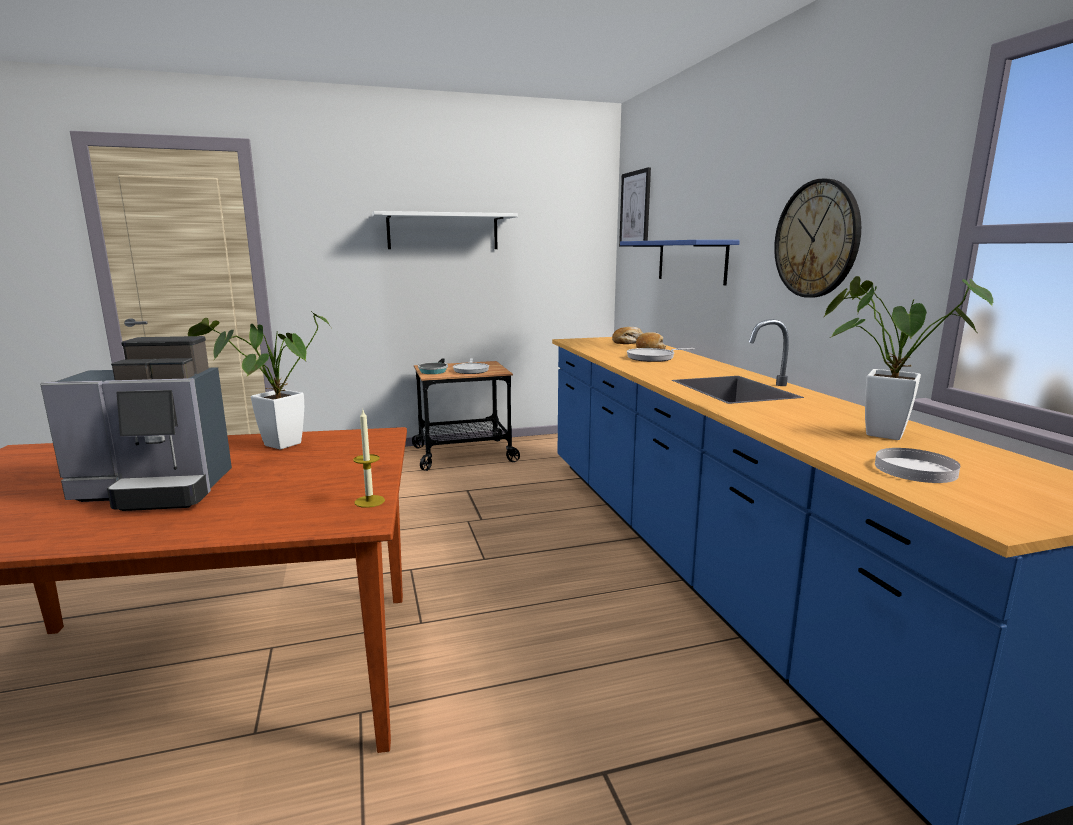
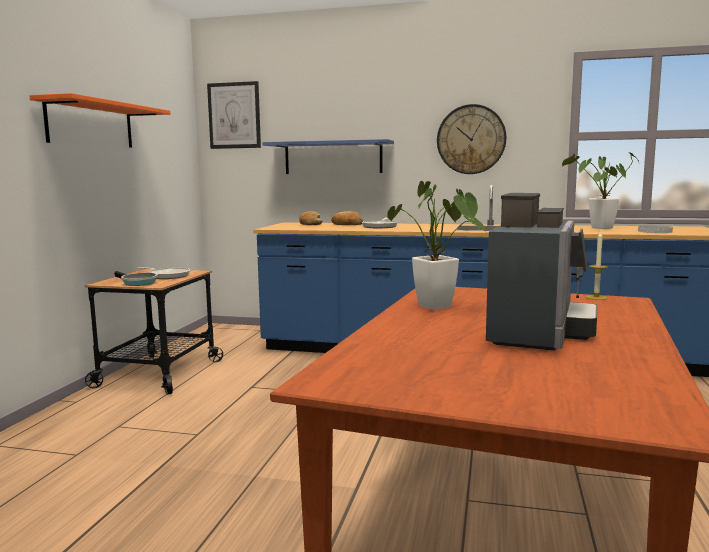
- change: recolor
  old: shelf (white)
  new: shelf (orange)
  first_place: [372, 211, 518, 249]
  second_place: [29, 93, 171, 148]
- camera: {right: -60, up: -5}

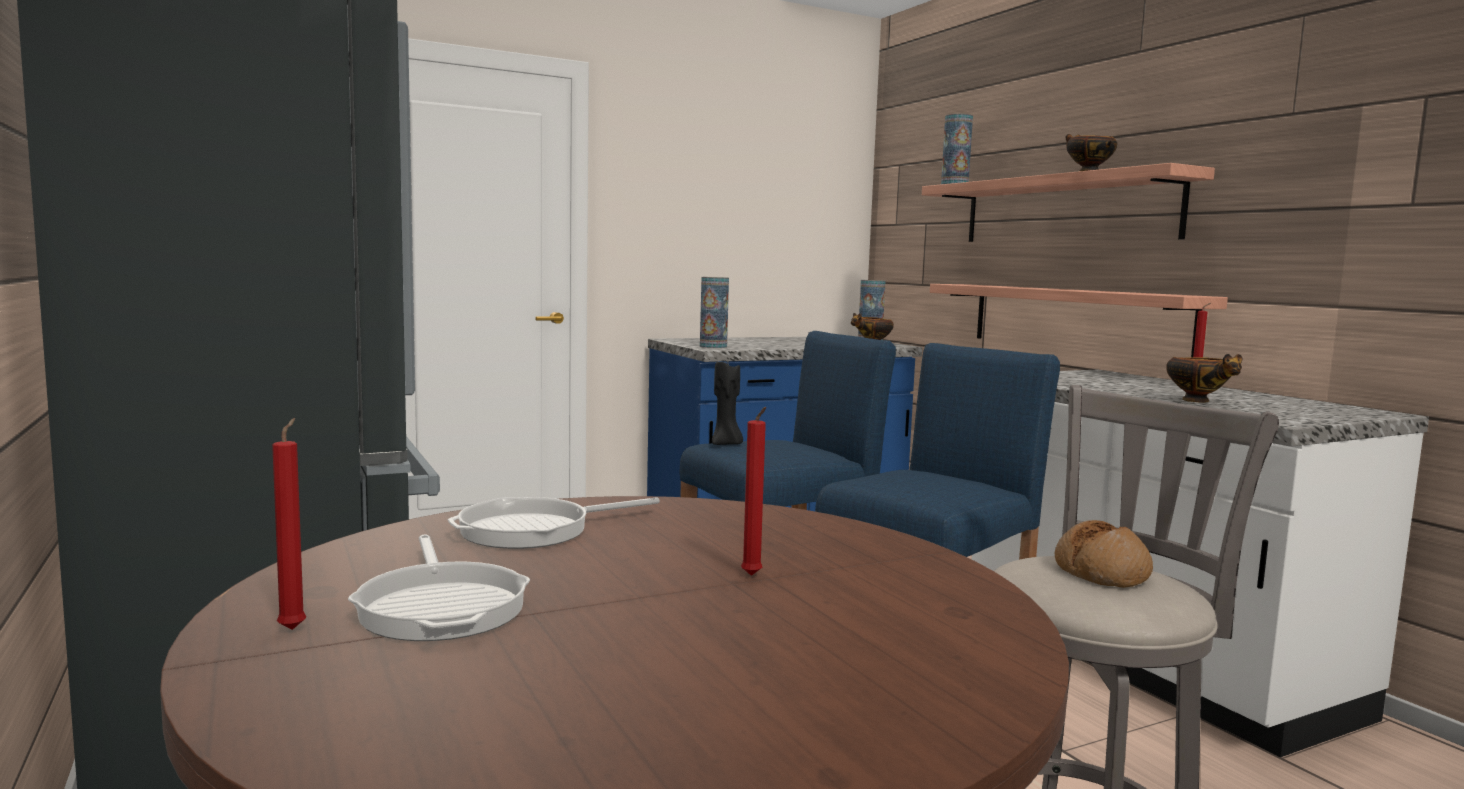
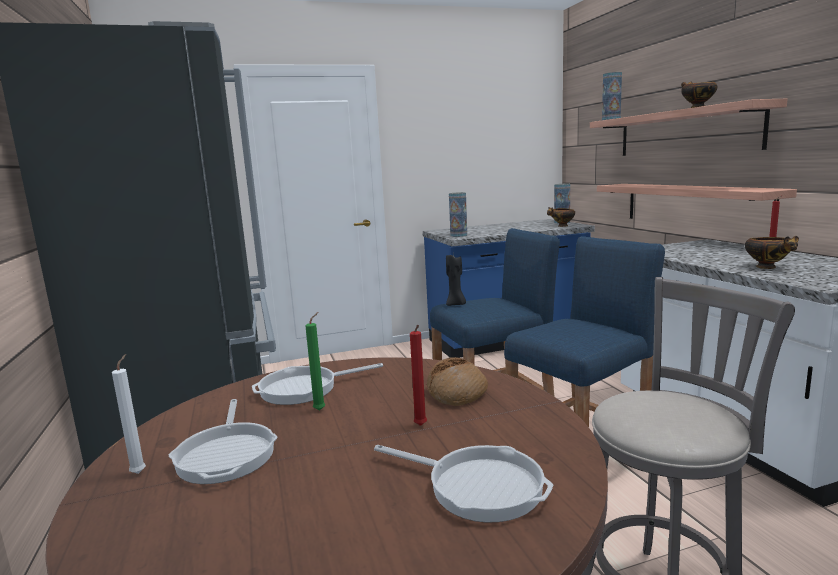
- change: recolor
  old: candle (red)
  new: candle (white)
  first_place: [272, 418, 306, 630]
  second_place: [112, 354, 146, 474]
- change: insert
  new: candle (green)
  second_place: [305, 312, 325, 411]
- change: insert
  new: frying pan
  second_place: [374, 445, 554, 523]
- change: move
  old: bread
  first_place: [1055, 520, 1153, 588]
  second_place: [427, 357, 488, 406]
- camera: {right: 10, up: 5}

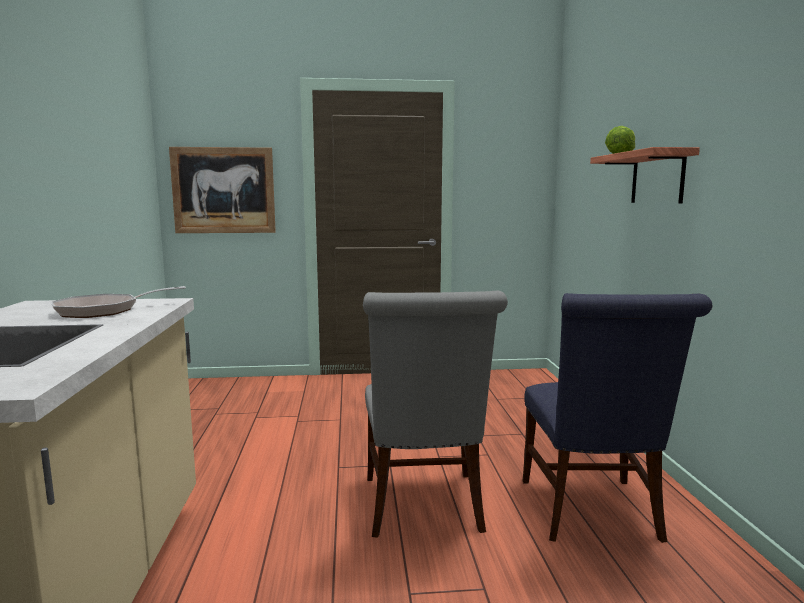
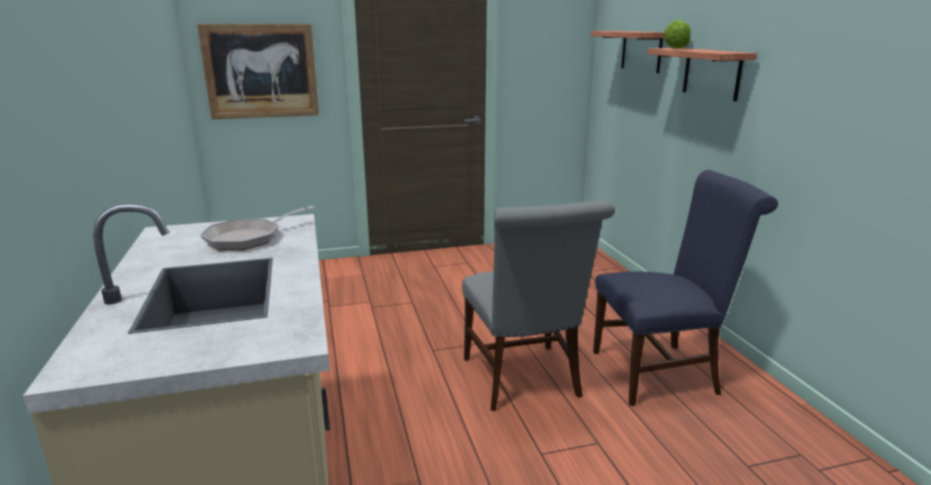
- change: insert
  new: shelf
  second_place: [591, 31, 664, 73]
- change: rotate
  old: chair (blue)
  first_place: [523, 293, 712, 543]
  second_place: [593, 170, 778, 406]
  degrees: -90
- camera: {right: -10, up: 10}

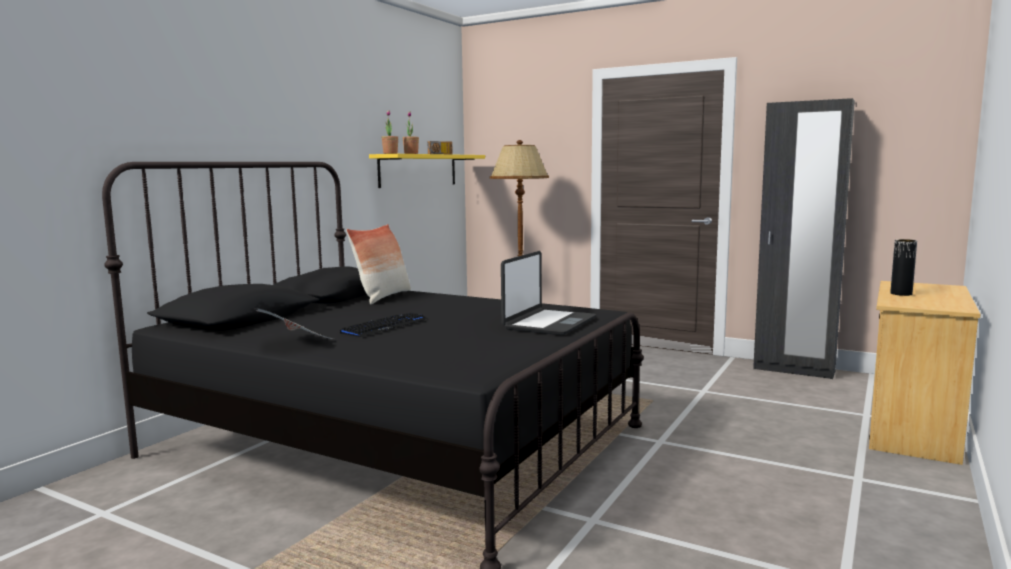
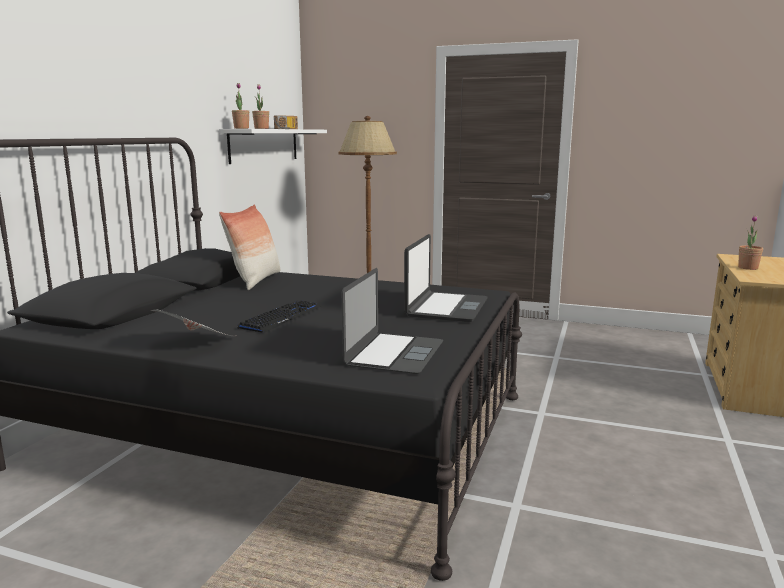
- change: recolor
  old: shelf (yellow)
  new: shelf (white)
  first_place: [369, 154, 485, 188]
  second_place: [219, 129, 327, 164]
- change: insert
  new: laptop
  second_place: [342, 268, 443, 374]
- change: replace
  old: vase (black)
  new: potted plant
  first_place: [890, 239, 917, 296]
  second_place: [738, 215, 763, 270]
- change: delete
  old: wardrobe (black)
  first_place: [753, 98, 855, 379]
- camera: {right: -10, up: 5}

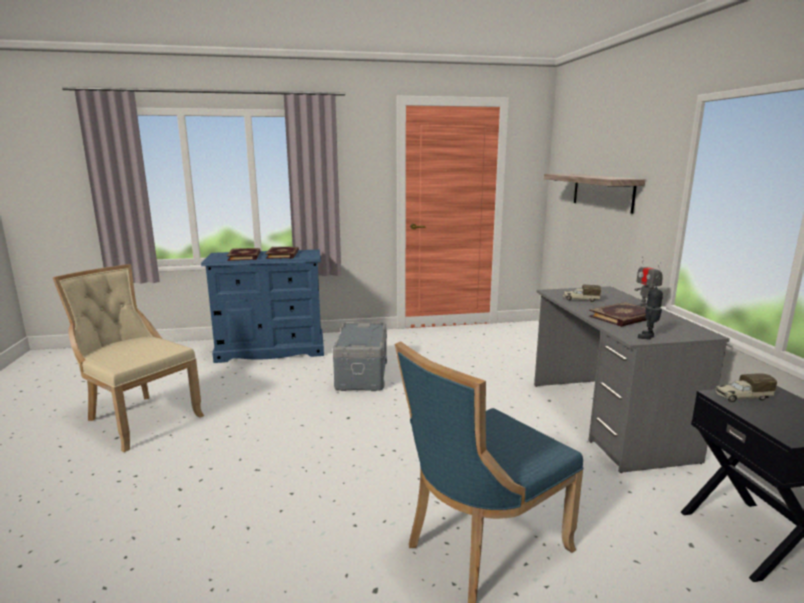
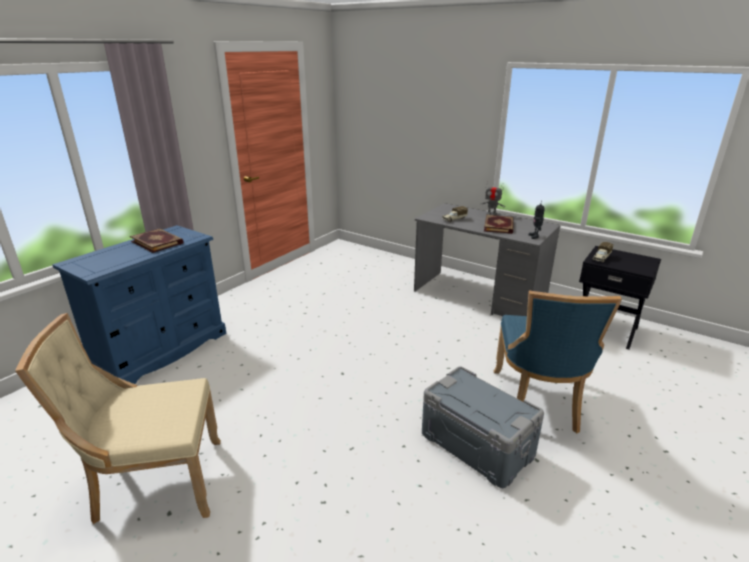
- change: move
  old: storage box (grey)
  first_place: [333, 322, 387, 391]
  second_place: [422, 366, 544, 488]
- change: delete
  old: book
  first_place: [227, 248, 261, 261]
- change: delete
  old: shelf
  first_place: [544, 174, 645, 214]
- camera: {right: -45, up: 10}

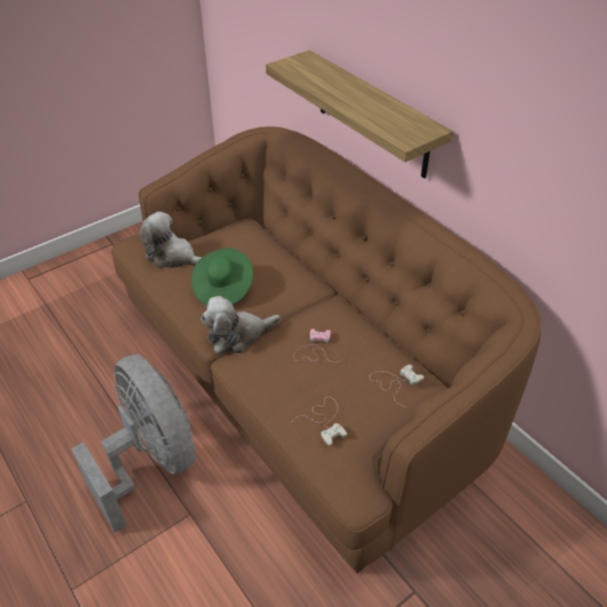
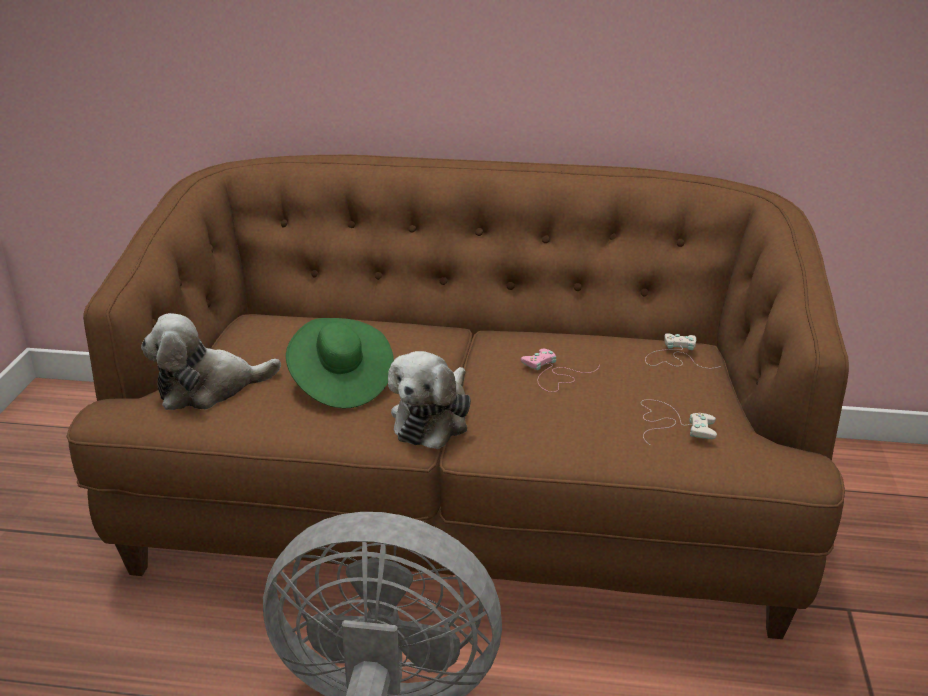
- change: delete
  old: shelf
  first_place: [266, 50, 453, 179]
- camera: {right: -45, up: -15}

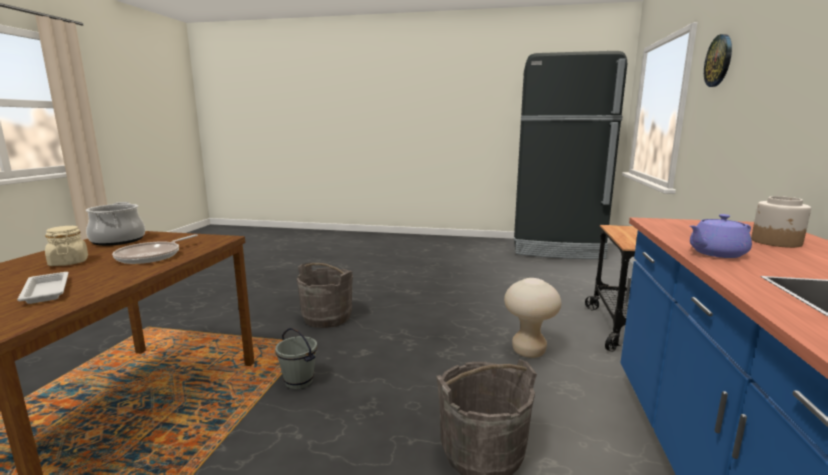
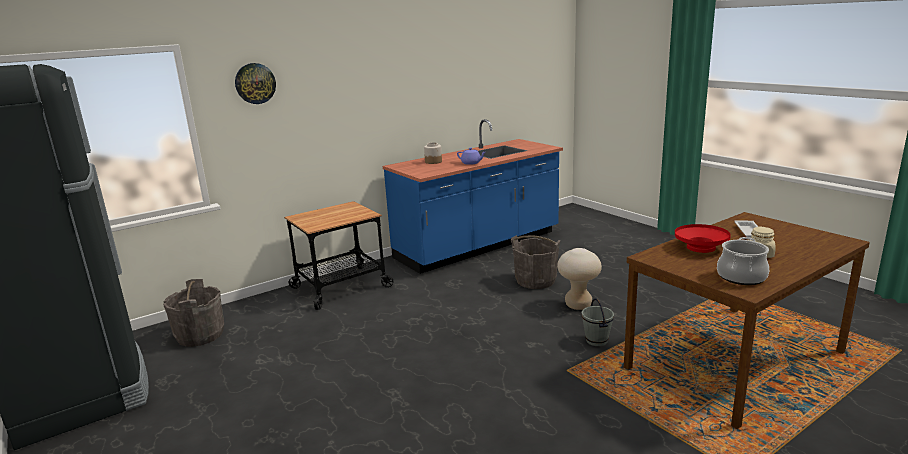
- change: move
  old: bucket (grey)
  first_place: [296, 262, 353, 328]
  second_place: [163, 279, 224, 347]
- change: move
  old: stool (beige)
  first_place: [504, 278, 561, 358]
  second_place: [557, 248, 602, 310]
- change: replace
  old: frying pan
  new: bowl (red)
  first_place: [112, 234, 198, 264]
  second_place: [675, 224, 731, 253]
- camera: {right: -135, up: 5}

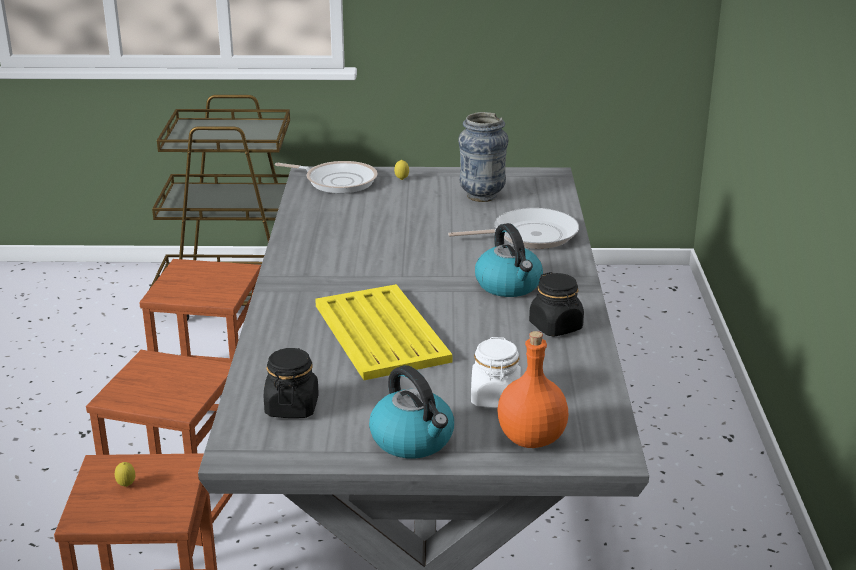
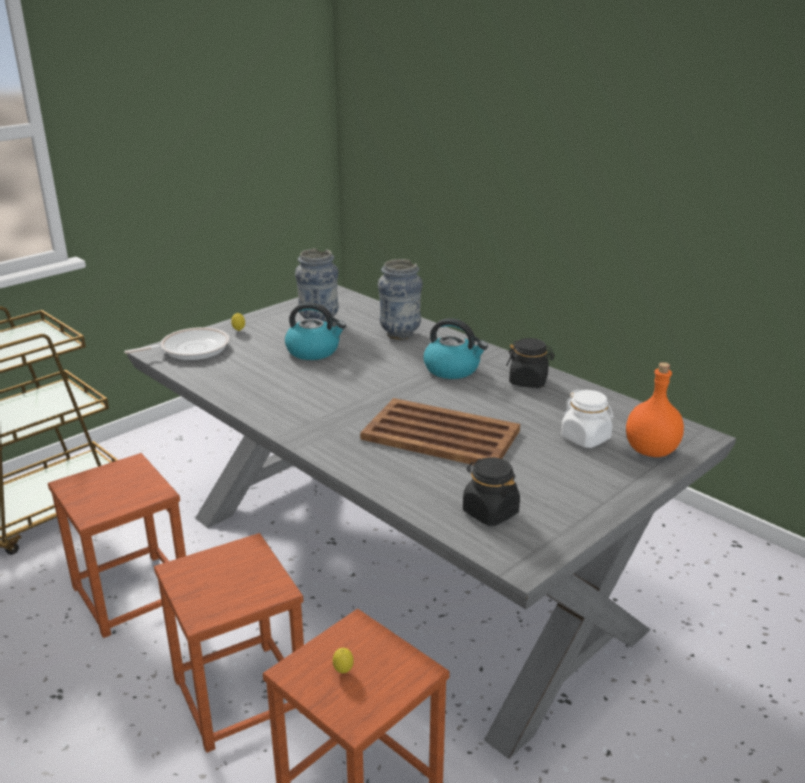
- change: move
  old: kettle
  first_place: [369, 365, 454, 459]
  second_place: [285, 302, 346, 360]
- change: recolor
  old: tray (yellow)
  new: tray (brown)
  first_place: [315, 284, 453, 380]
  second_place: [360, 398, 520, 465]
- change: replace
  old: frying pan
  new: vase
  first_place: [448, 208, 579, 249]
  second_place: [378, 259, 423, 340]
- camera: {right: -45, up: 0}

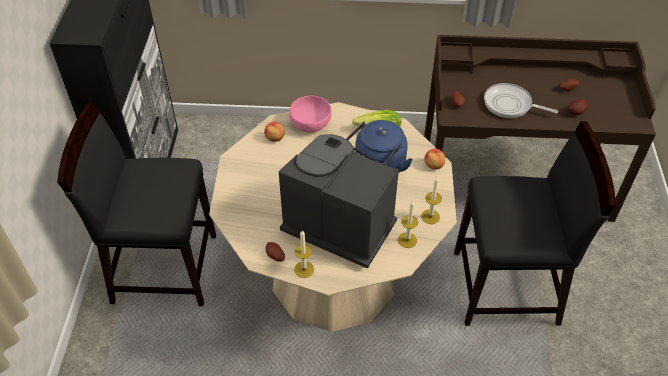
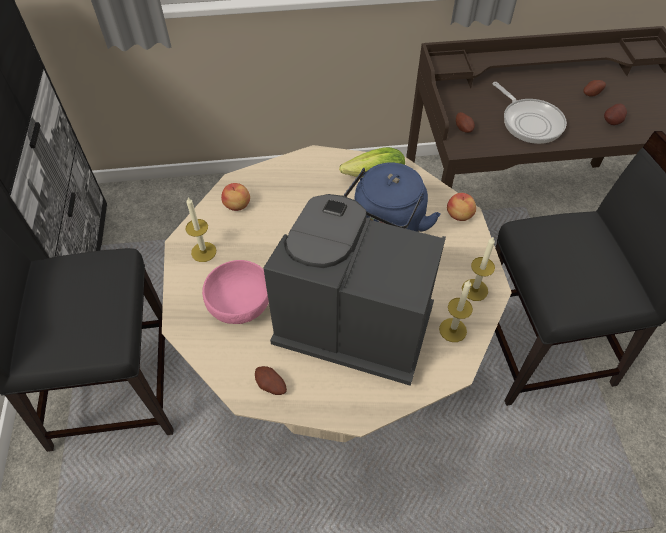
- change: move
  old: candle
  first_place: [294, 230, 314, 278]
  second_place: [185, 197, 216, 262]
- change: move
  old: bowl (pink)
  first_place: [289, 96, 332, 133]
  second_place: [202, 260, 269, 324]
- change: rotate
  old: frying pan
  first_place: [484, 83, 558, 118]
  second_place: [493, 82, 567, 144]
  degrees: -135
- camera: {right: -10, up: 5}

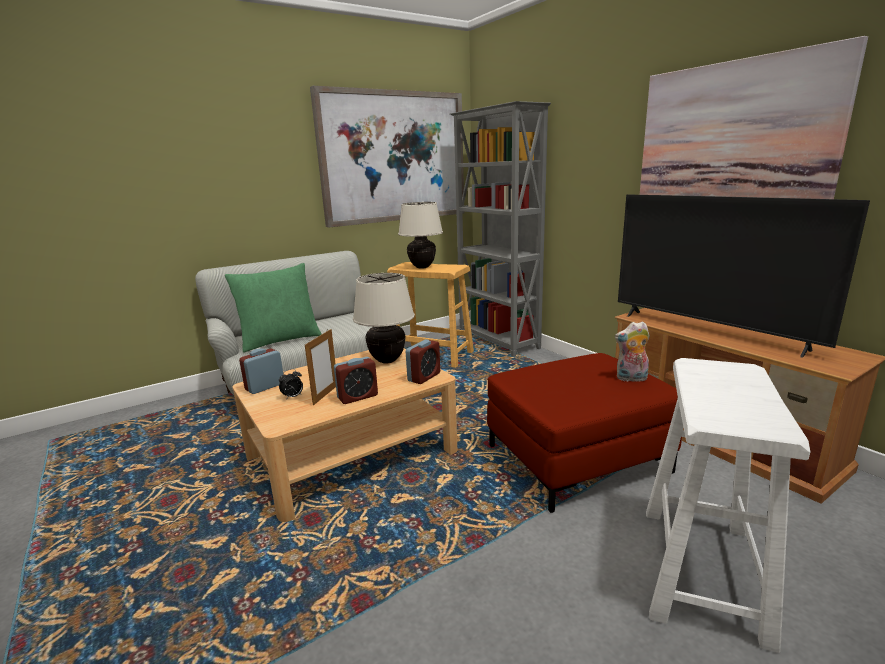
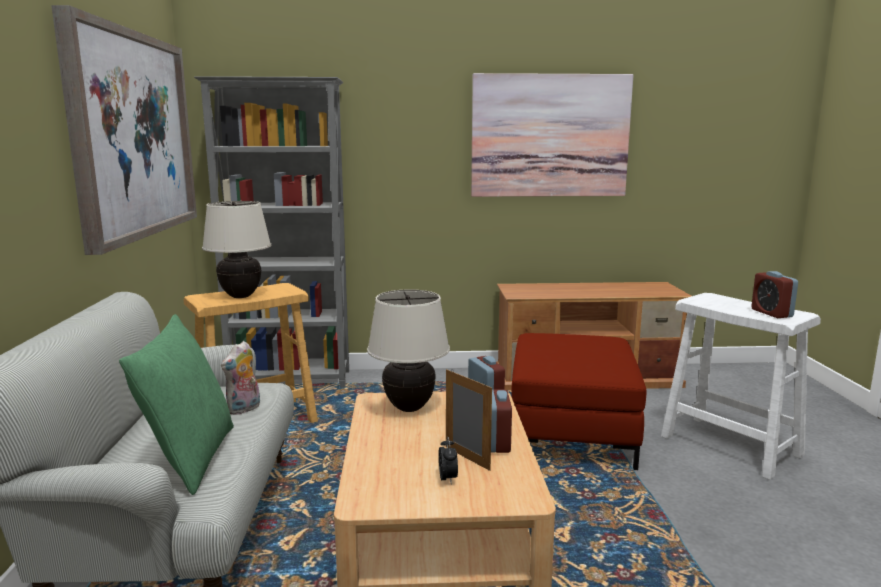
- change: move
  old: plush toy
  first_place: [615, 321, 650, 382]
  second_place: [221, 341, 260, 415]
- change: move
  old: alarm clock
  first_place: [239, 349, 283, 394]
  second_place: [751, 271, 798, 318]
- change: delete
  old: television
  first_place: [618, 195, 870, 358]
- camera: {right: -60, up: -5}

